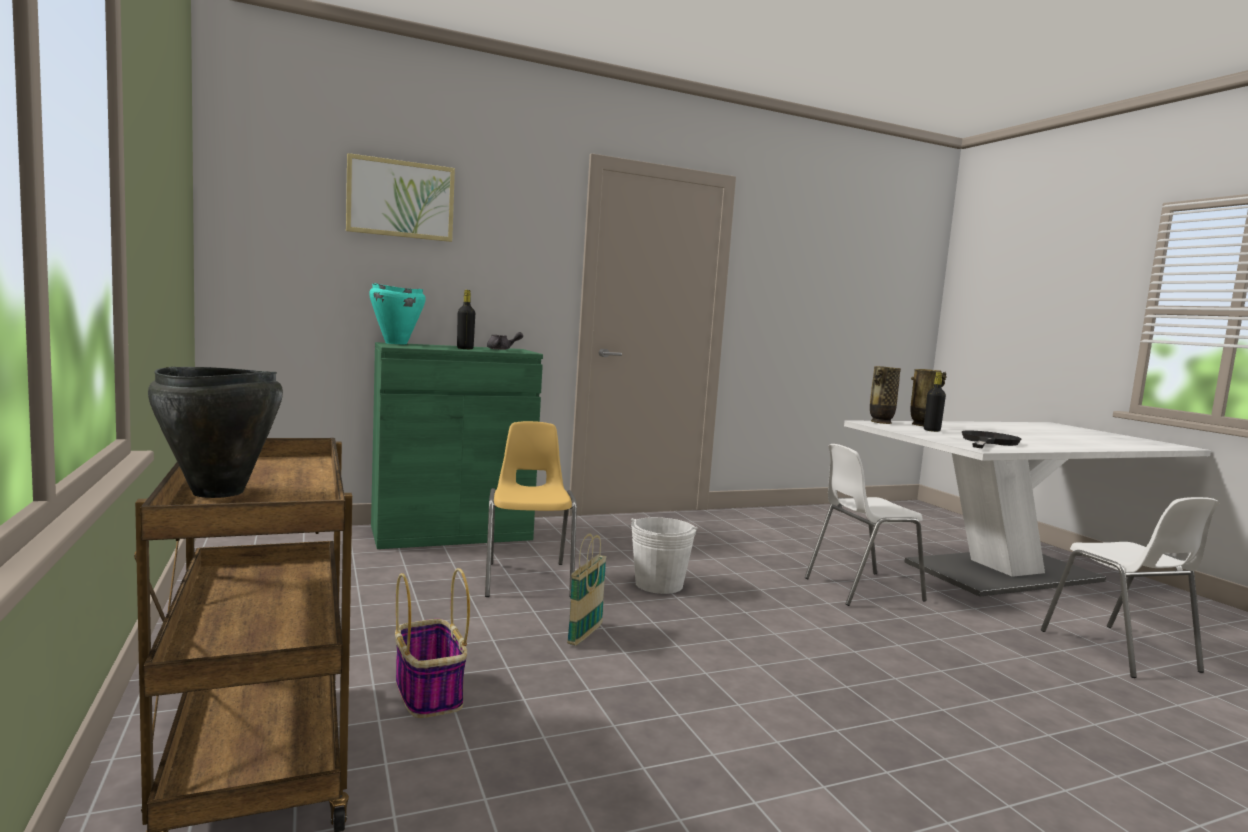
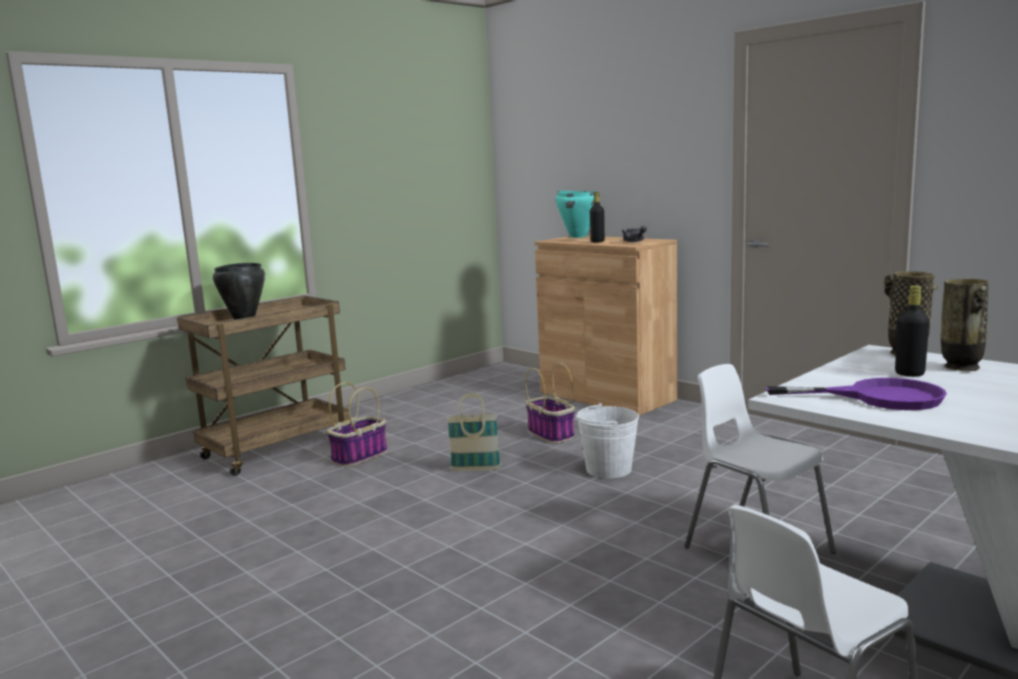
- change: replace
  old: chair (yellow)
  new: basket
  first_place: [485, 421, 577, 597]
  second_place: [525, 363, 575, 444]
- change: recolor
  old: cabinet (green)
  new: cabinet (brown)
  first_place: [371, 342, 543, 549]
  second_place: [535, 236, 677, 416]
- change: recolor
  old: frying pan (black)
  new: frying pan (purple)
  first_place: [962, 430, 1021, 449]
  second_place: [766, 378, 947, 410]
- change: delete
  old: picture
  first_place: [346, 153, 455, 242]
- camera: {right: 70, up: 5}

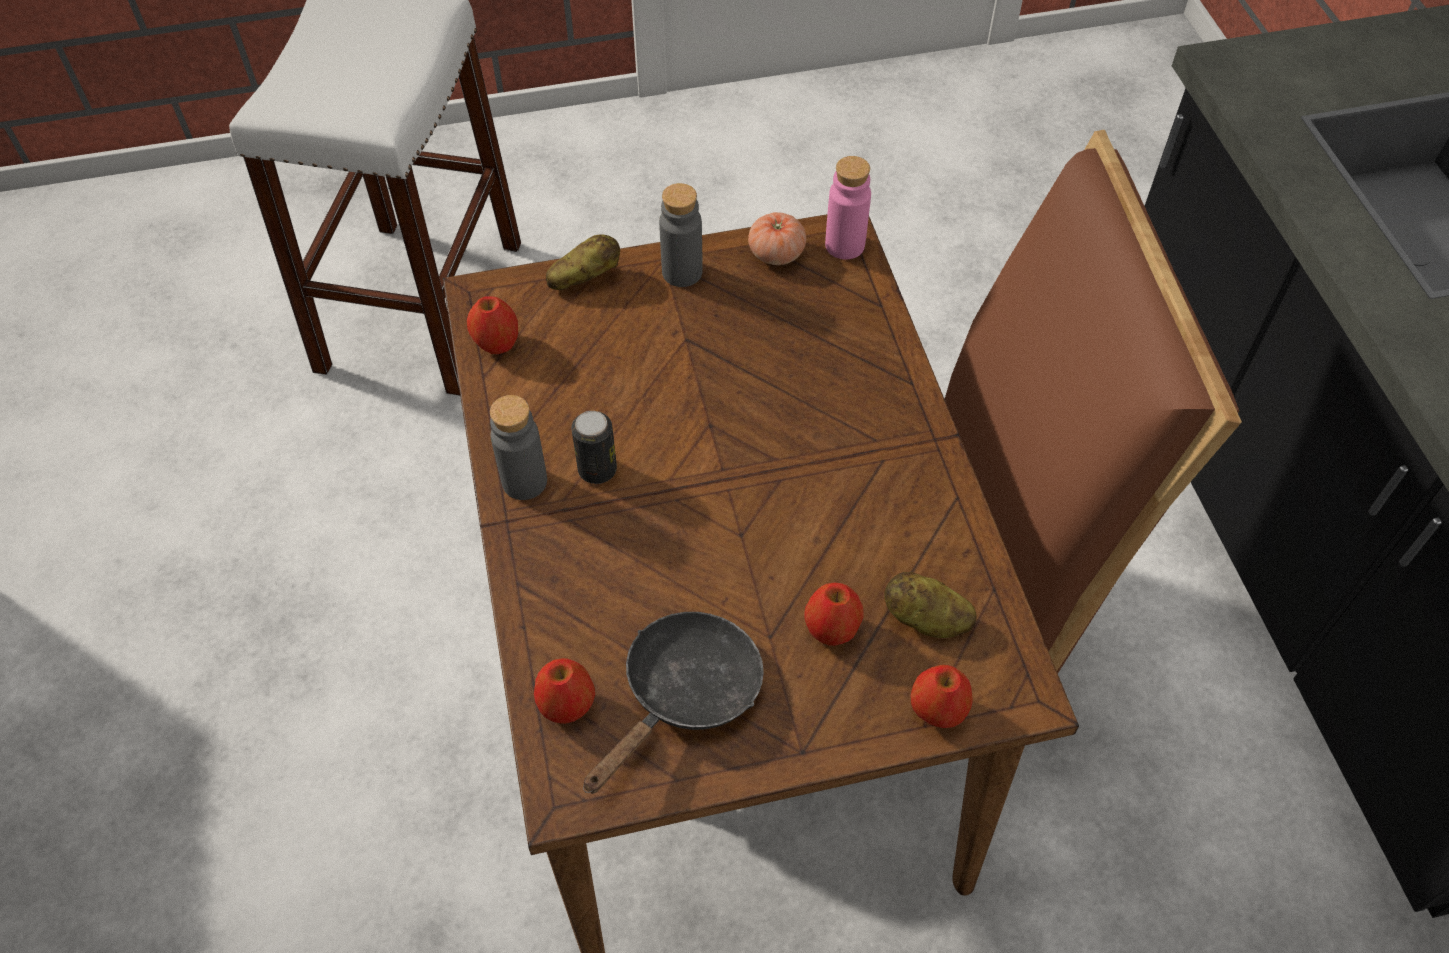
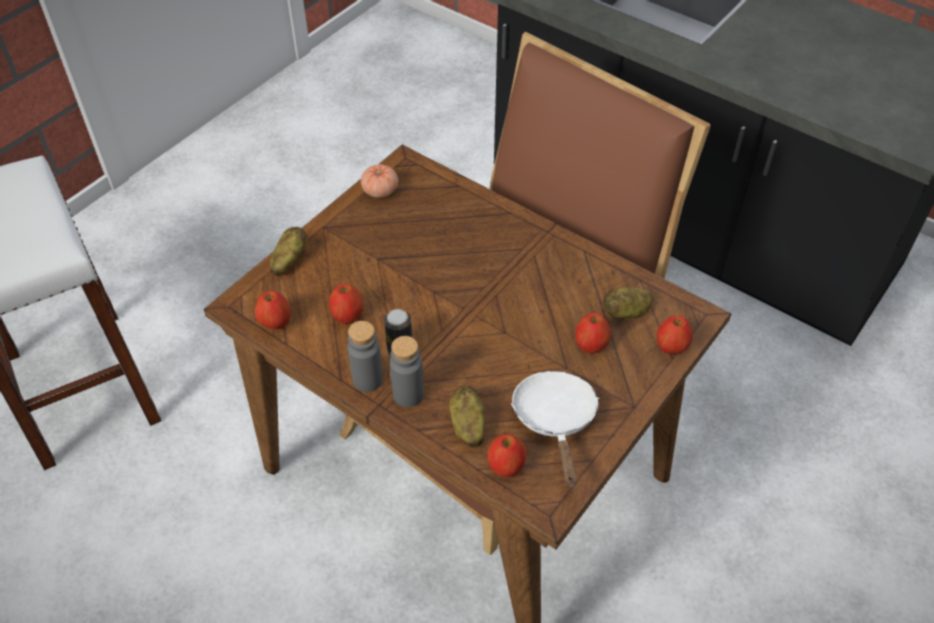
- change: insert
  new: apple
  second_place: [329, 284, 364, 324]
- change: move
  old: bottle (grey)
  first_place: [659, 183, 703, 287]
  second_place: [390, 336, 424, 407]
- change: insert
  new: potato
  second_place: [450, 386, 485, 447]
- change: recolor
  old: frying pan (black)
  new: frying pan (white)
  first_place: [583, 612, 764, 794]
  second_place: [511, 371, 599, 487]
- change: delete
  old: bottle (pink)
  first_place: [825, 156, 871, 259]
- camera: {right: -40, up: -5}

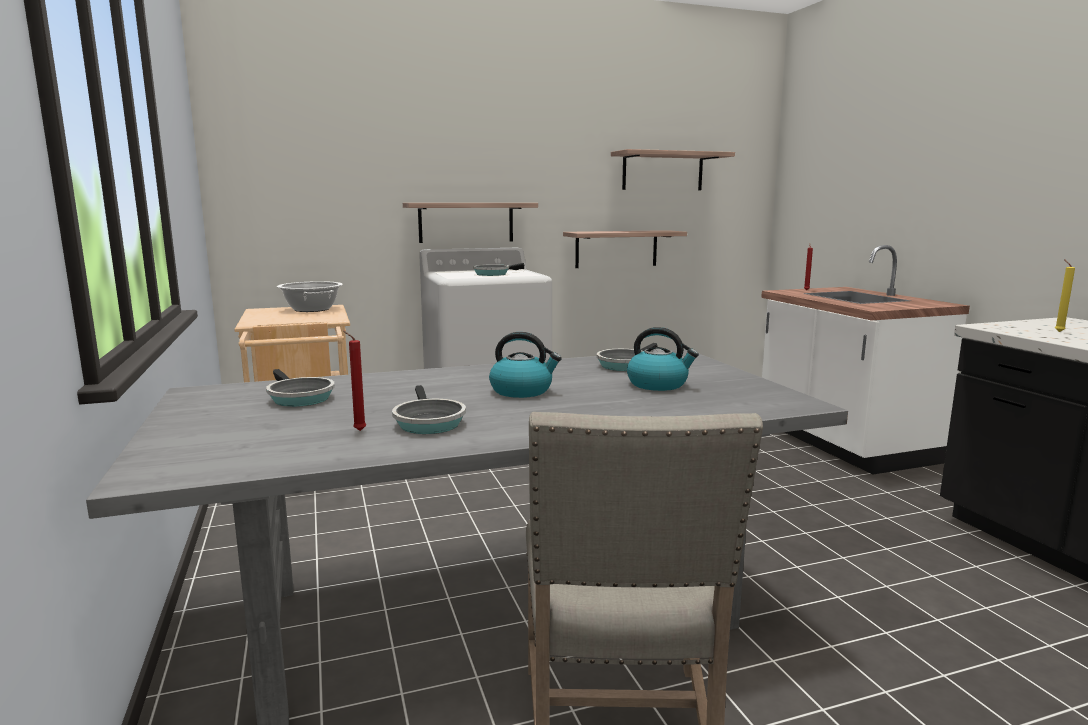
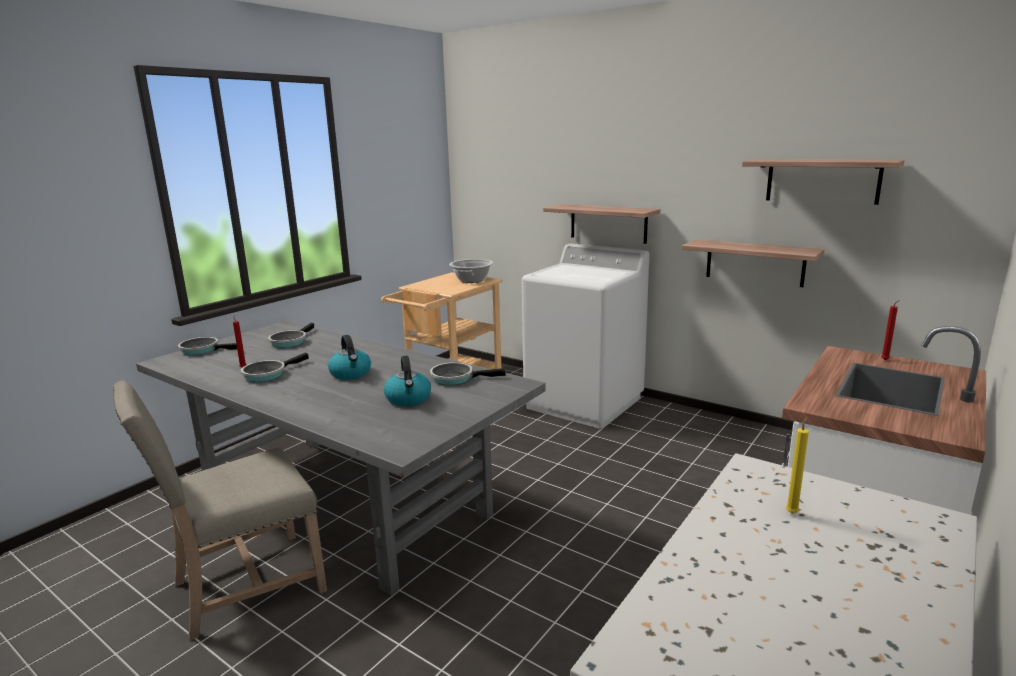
- change: move
  old: frying pan
  first_place: [473, 263, 524, 276]
  second_place: [178, 337, 237, 355]
- camera: {right: 55, up: 5}

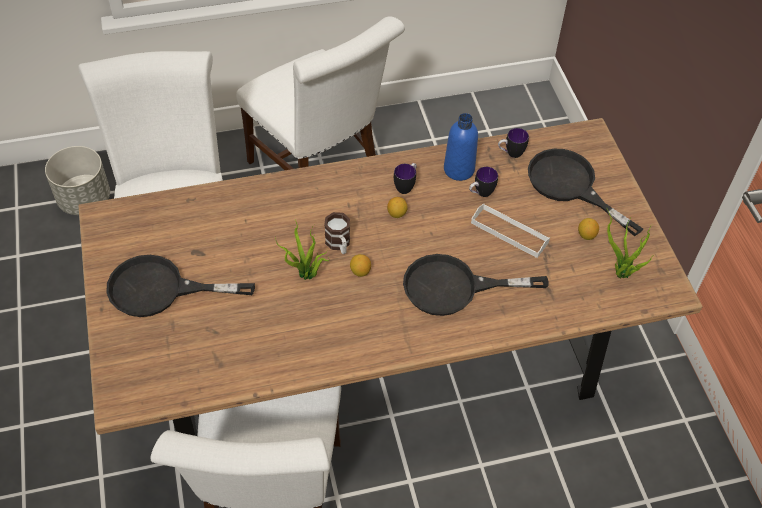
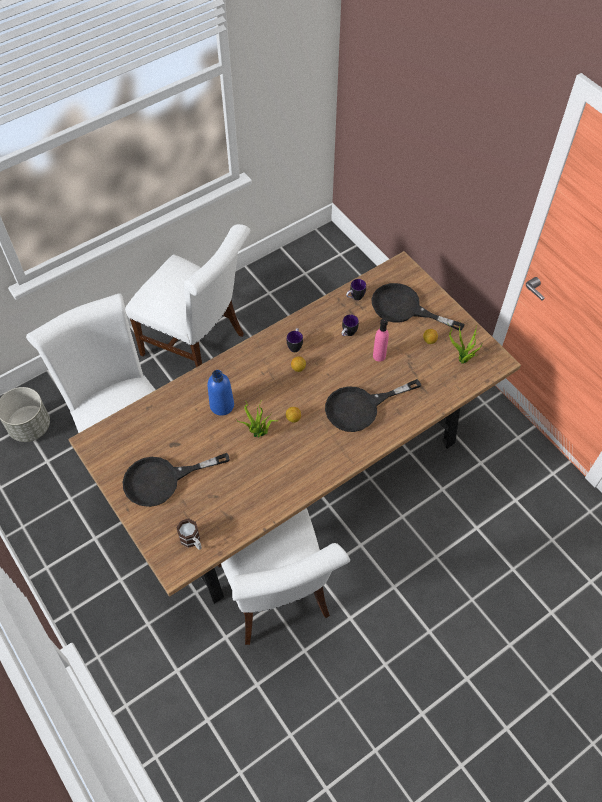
- change: move
  old: mug
  first_place: [324, 212, 350, 254]
  second_place: [176, 518, 202, 550]
- change: move
  old: bottle (blue)
  first_place: [444, 113, 478, 181]
  second_place: [208, 370, 234, 416]
- change: replace
  old: tray (white)
  new: bottle (pink)
  first_place: [471, 204, 550, 258]
  second_place: [373, 318, 389, 362]
- camera: {right: -20, up: 5}

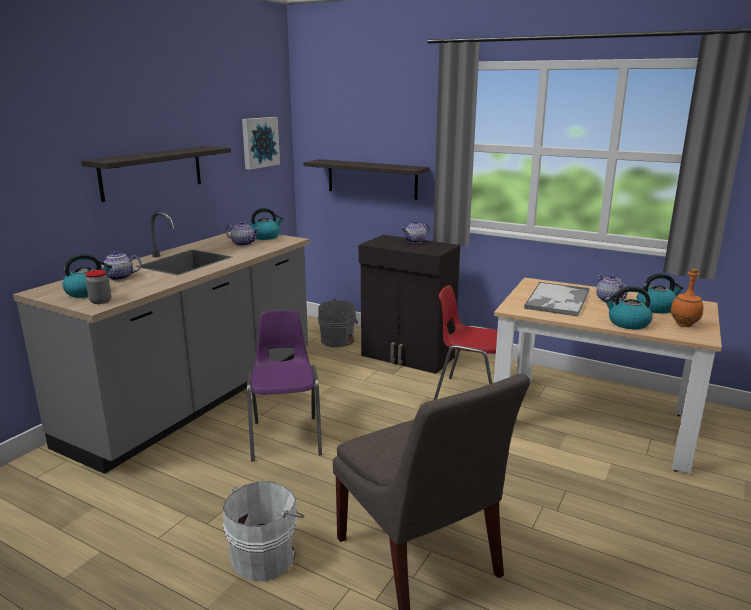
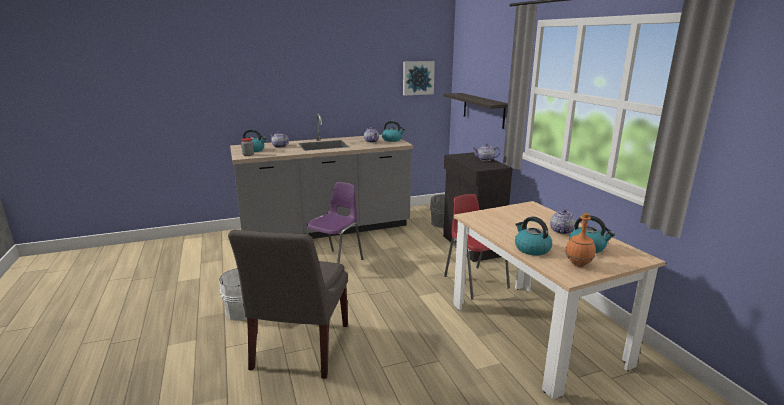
- change: delete
  old: shelf
  first_place: [81, 146, 231, 202]
- change: delete
  old: tray
  first_place: [524, 282, 590, 317]
- camera: {right: 40, up: 0}

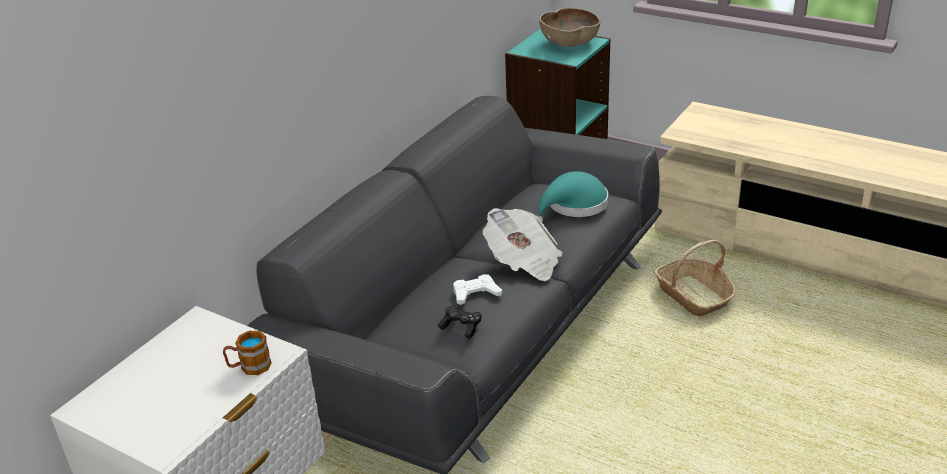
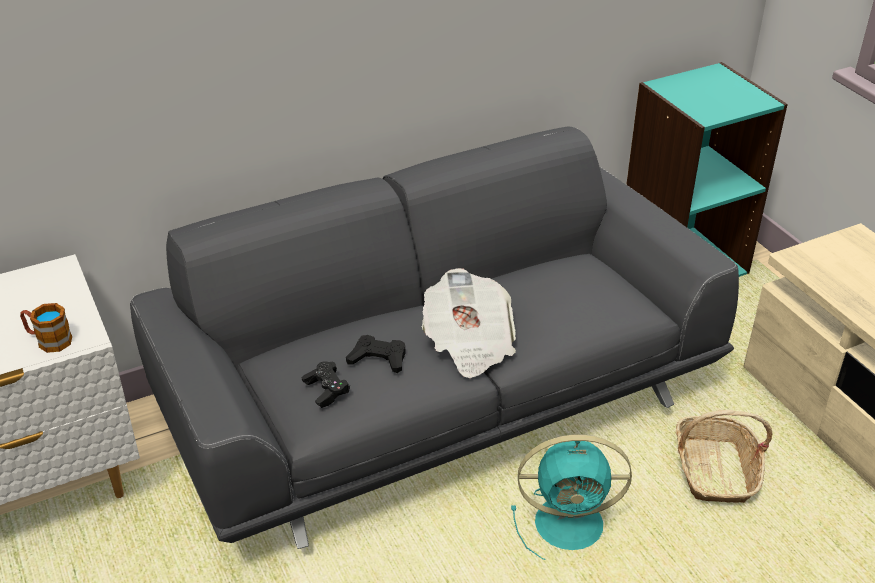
- change: recolor
  old: game controller (white)
  new: game controller (black)
  first_place: [453, 274, 502, 305]
  second_place: [346, 335, 405, 373]
- change: insert
  new: fan (turquoise)
  second_place: [511, 435, 632, 560]
- change: delete
  old: hat (turquoise)
  first_place: [538, 171, 608, 223]
- change: delete
  old: bowl (brown)
  first_place: [539, 8, 600, 47]
- camera: {right: 30, up: 5}

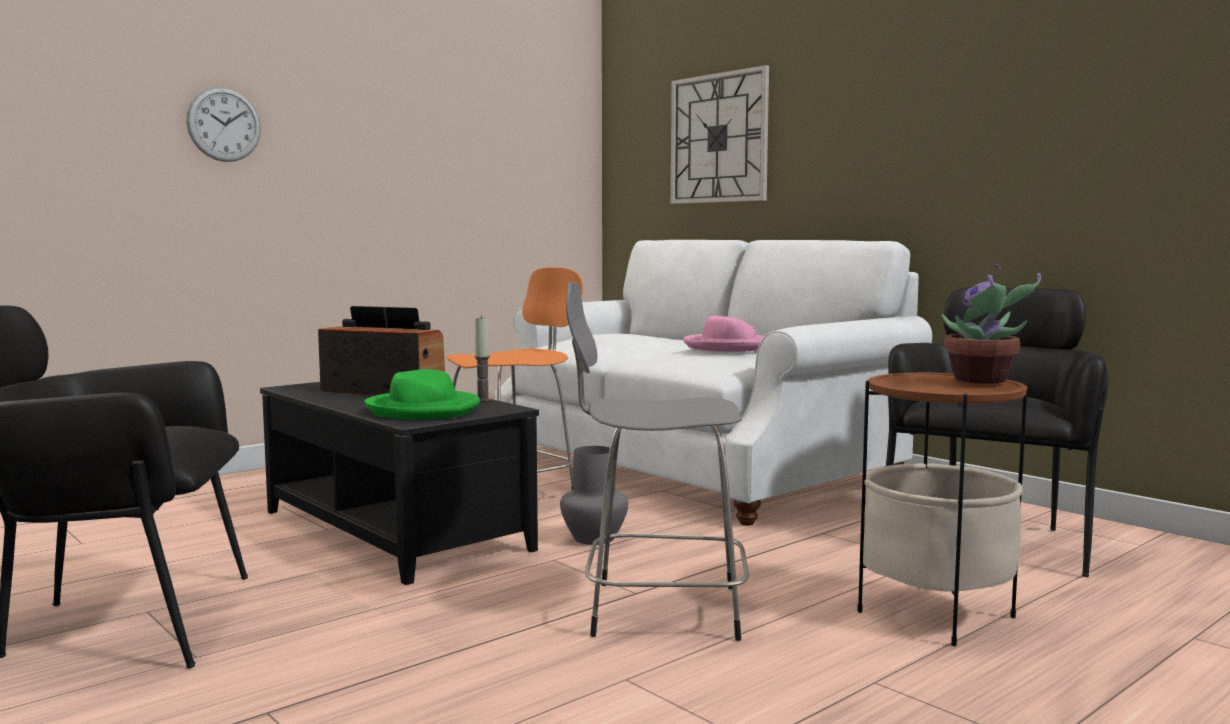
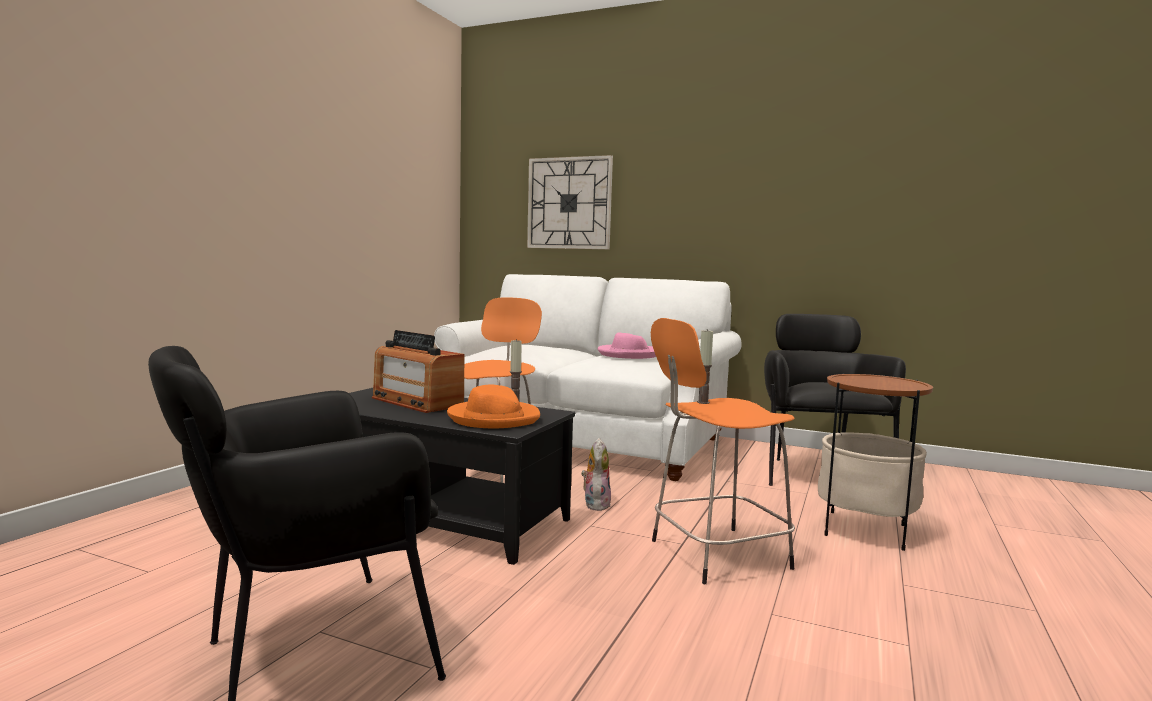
- change: rotate
  old: radio
  first_place: [318, 306, 445, 395]
  second_place: [372, 330, 464, 413]
  degrees: -135
- change: recolor
  old: hat (green)
  new: hat (orange)
  first_place: [365, 369, 480, 419]
  second_place: [447, 385, 540, 428]
- change: replace
  old: vase (grey)
  new: plush toy
  first_place: [560, 446, 628, 545]
  second_place: [581, 438, 611, 511]
- change: recolor
  old: stool (grey)
  new: stool (orange)
  first_place: [566, 282, 749, 641]
  second_place: [651, 318, 795, 584]
- change: insert
  new: candle
  second_place: [697, 329, 713, 404]
- change: delete
  old: wall clock
  first_place: [186, 87, 261, 162]
- change: delete
  old: potted plant
  first_place: [942, 264, 1041, 384]
- camera: {right: -25, up: 0}

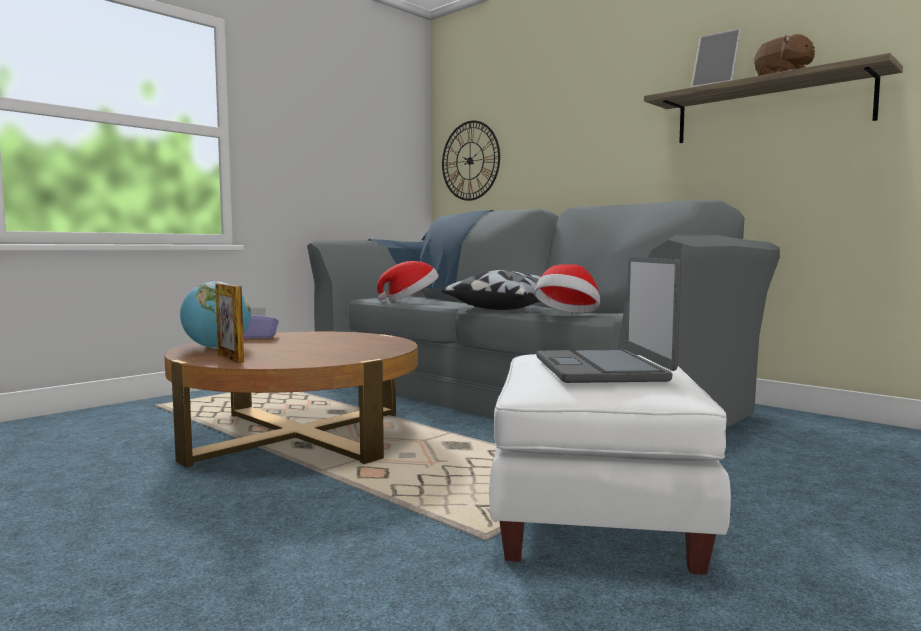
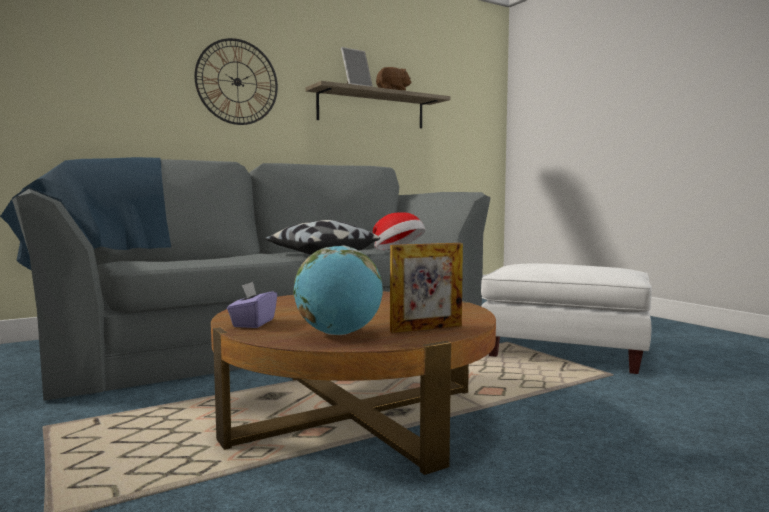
- change: move
  old: wall clock
  first_place: [442, 121, 500, 201]
  second_place: [194, 38, 278, 125]
- change: delete
  old: hat
  first_place: [377, 261, 439, 301]
- change: delete
  old: laptop
  first_place: [536, 257, 681, 383]
- camera: {right: -75, up: 0}

